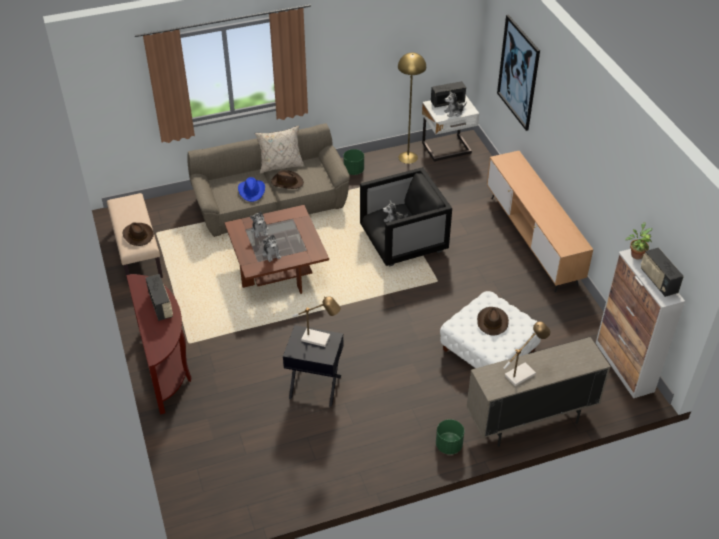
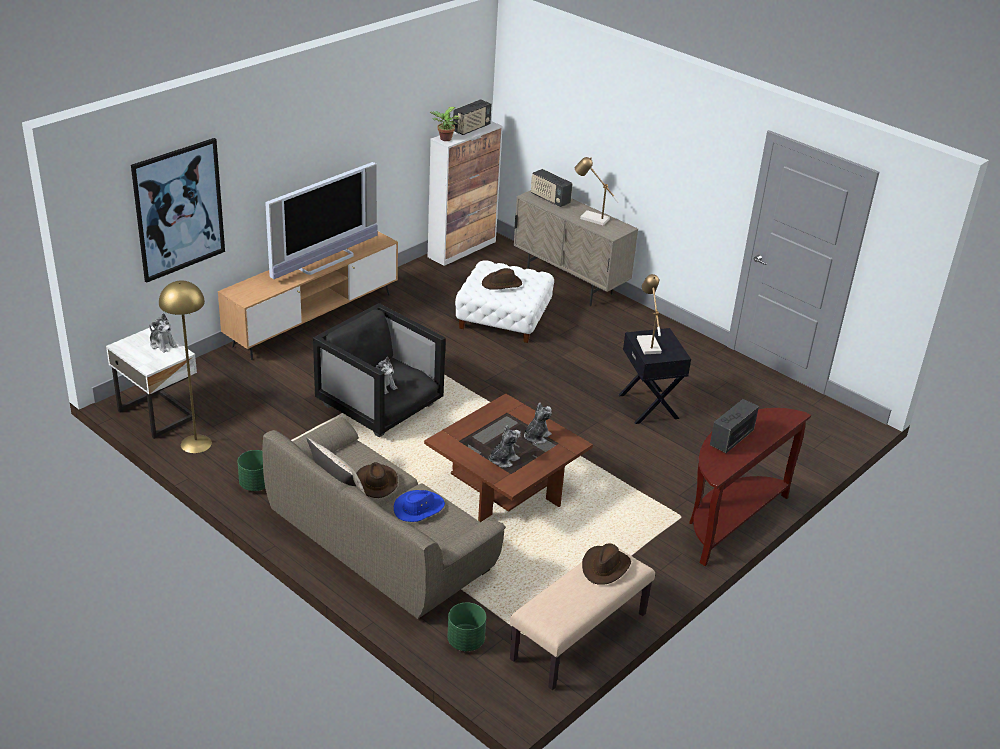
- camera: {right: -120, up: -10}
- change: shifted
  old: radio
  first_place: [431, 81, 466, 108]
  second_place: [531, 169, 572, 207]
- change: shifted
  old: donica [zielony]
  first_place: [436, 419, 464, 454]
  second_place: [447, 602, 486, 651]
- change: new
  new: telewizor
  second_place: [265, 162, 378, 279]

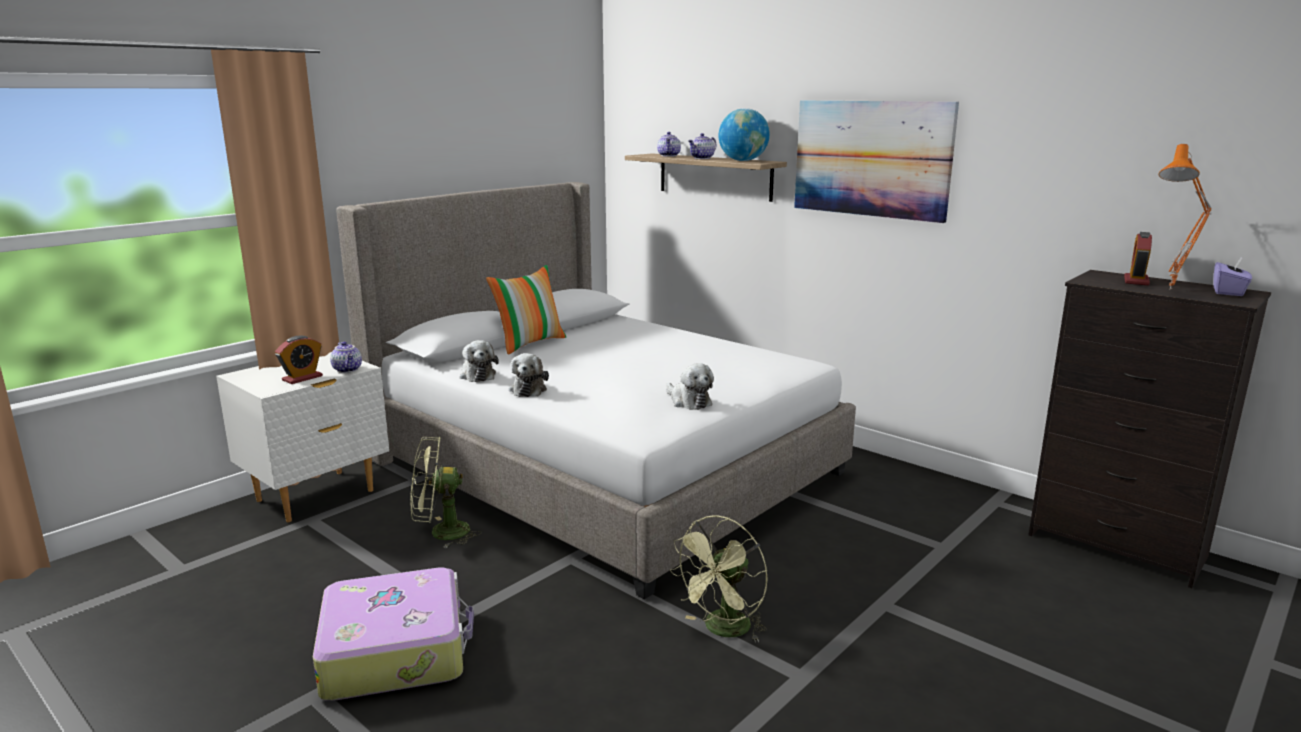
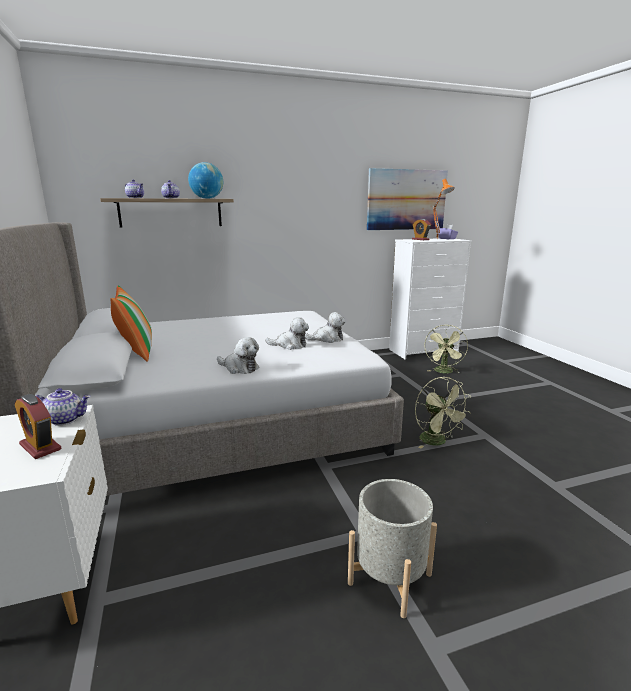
- camera: {right: -60, up: 0}
- change: rotated
  old: budzik
  first_place: [275, 335, 323, 384]
  second_place: [14, 394, 61, 459]
  degrees: 150
- change: swapped
  old: walizka
  new: donica [szary]
  first_place: [313, 567, 474, 701]
  second_place: [348, 479, 437, 618]
- change: shifted
  old: wentylator [zielony]
  first_place: [410, 437, 482, 548]
  second_place: [424, 325, 468, 374]
- change: shifted
  old: pluszak
  first_place: [460, 340, 499, 382]
  second_place: [265, 317, 309, 350]
- change: shifted
  old: obraz
  first_place: [794, 100, 959, 223]
  second_place: [367, 168, 448, 230]
- change: repainted
  old: komoda [czarny]
  new: komoda [biały]
  first_place: [1028, 270, 1271, 588]
  second_place: [389, 238, 472, 360]

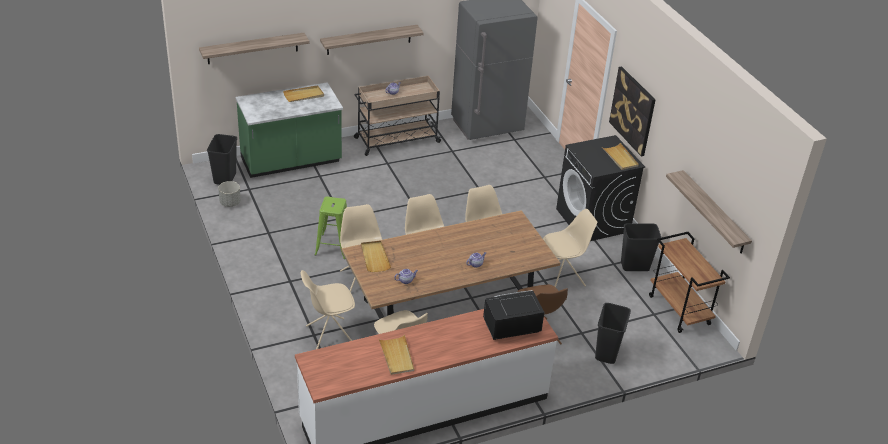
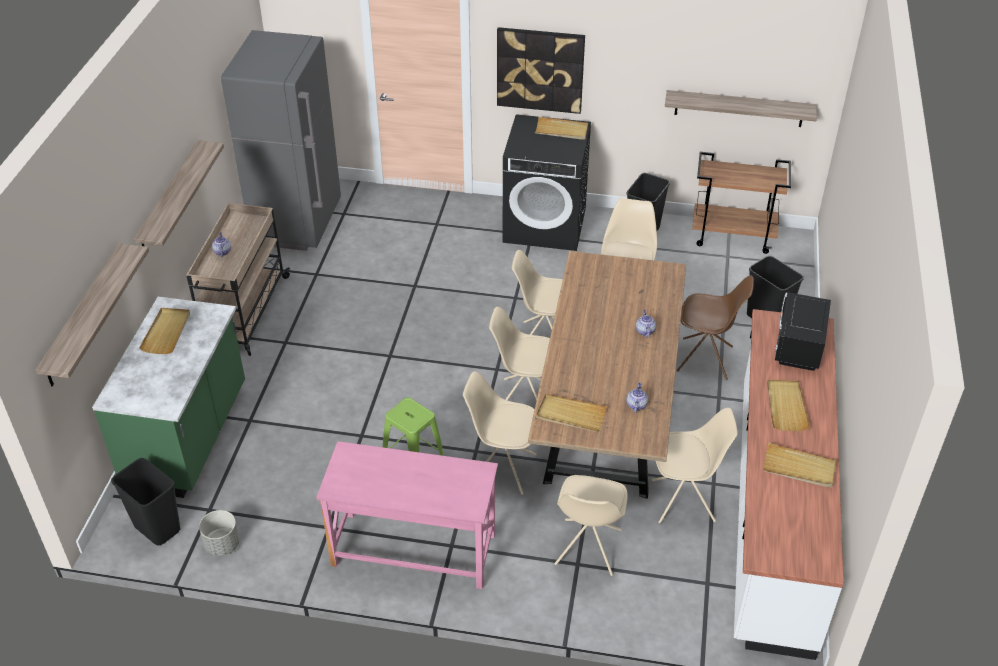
- camera: {right: -55, up: 5}
- change: new
  new: biurko [różowy]
  second_place: [316, 441, 498, 589]
- change: new
  new: taca [beżowy]
  second_place: [767, 380, 810, 431]

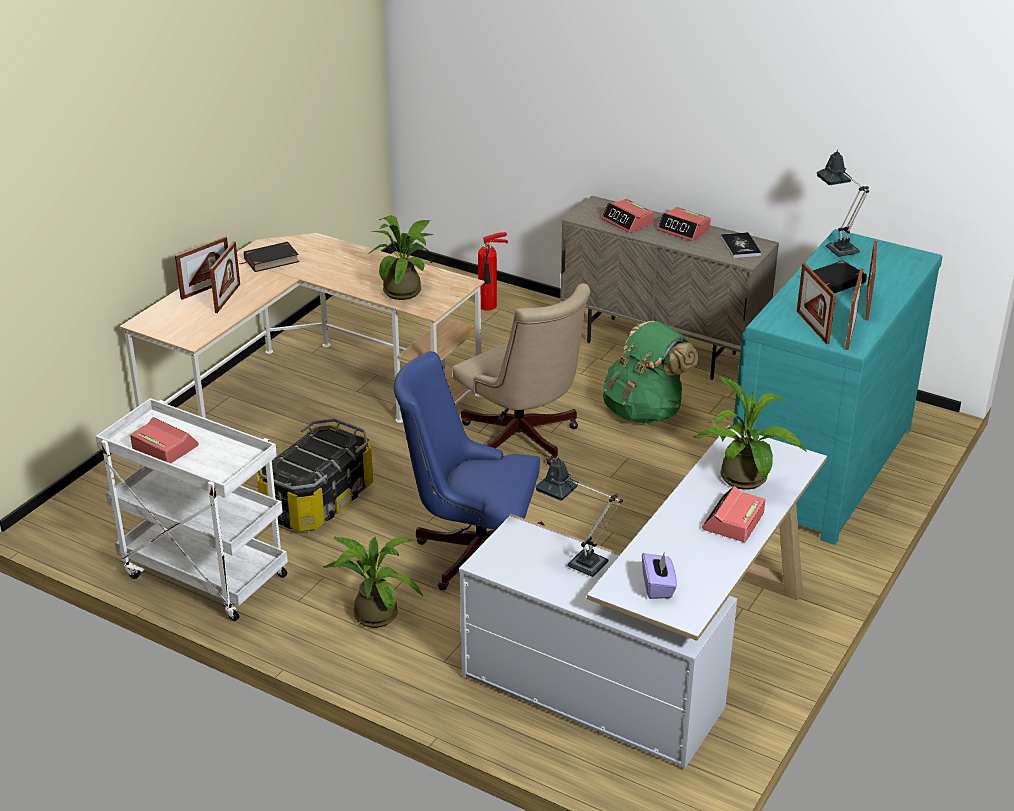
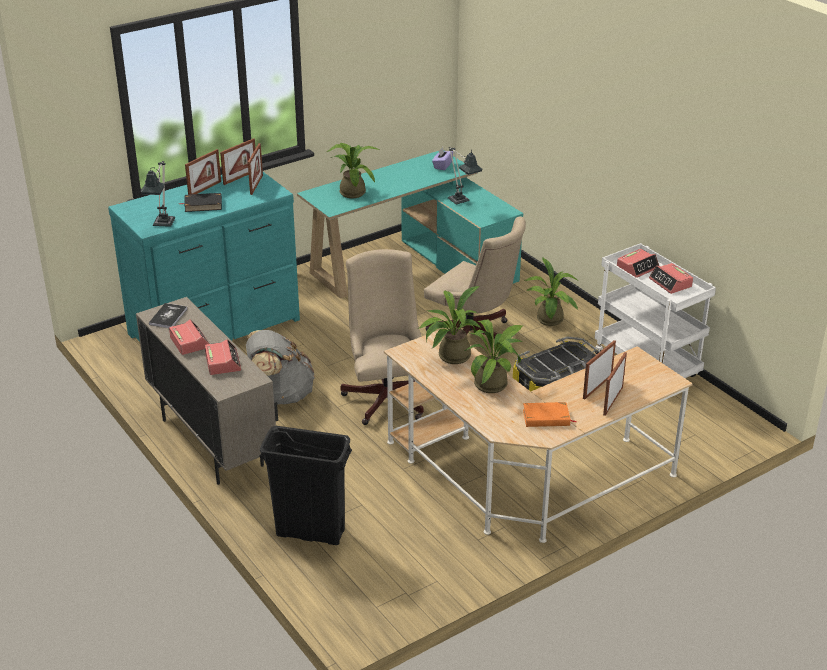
- camera: {right: -155, up: 0}
- change: rotated
  old: ramka na zdjęcie
  first_place: [175, 236, 228, 300]
  second_place: [603, 352, 627, 416]
  degrees: -45
- change: repainted
  old: książka [czarny]
  new: książka [pomarańczowy]
  first_place: [239, 242, 299, 272]
  second_place: [523, 402, 576, 427]
- change: repainted
  old: krzesło biurowe [niebieski]
  new: krzesło biurowe [beżowy]
  first_place: [394, 351, 545, 590]
  second_place: [424, 217, 526, 350]
- change: repainted
  old: biurko [biały]
  new: biurko [turkusowy]
  first_place: [459, 425, 827, 769]
  second_place: [297, 151, 524, 299]
- change: swapped
  old: gaśnica
  new: kosz na śmieci [czarny]
  first_place: [478, 232, 508, 310]
  second_place: [259, 426, 352, 545]
- change: repainted
  old: plecak [zielony]
  new: plecak [szary]
  first_place: [603, 321, 699, 423]
  second_place: [246, 330, 315, 404]
- change: shifted
  old: budzik
  first_place: [702, 486, 765, 542]
  second_place: [617, 249, 659, 278]
- change: new
  new: roślina doniczkowa
  second_place: [464, 320, 523, 393]

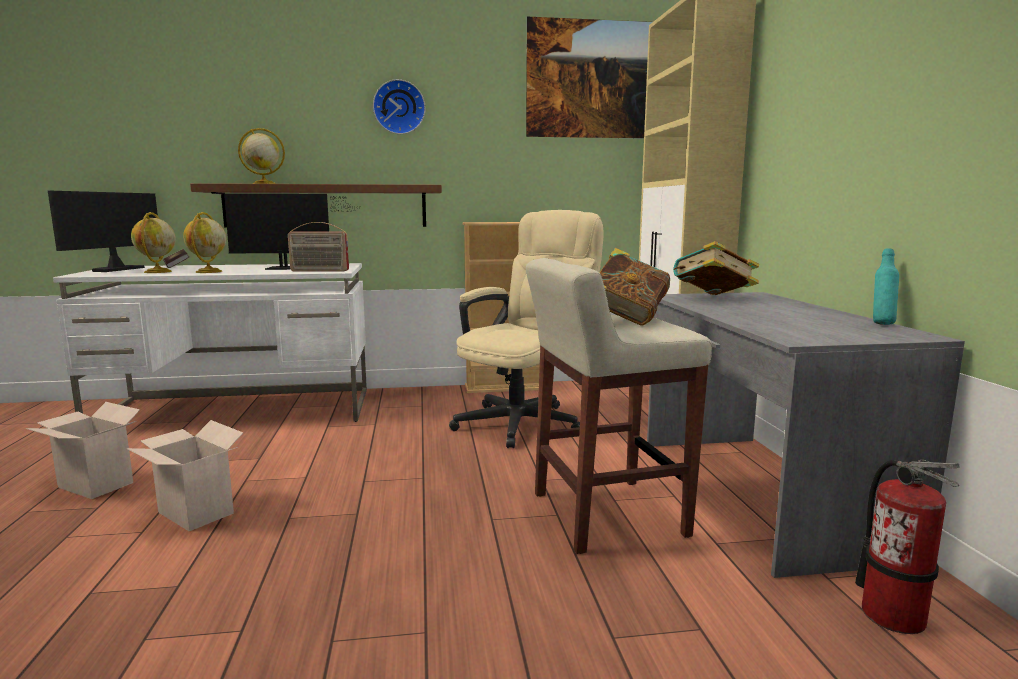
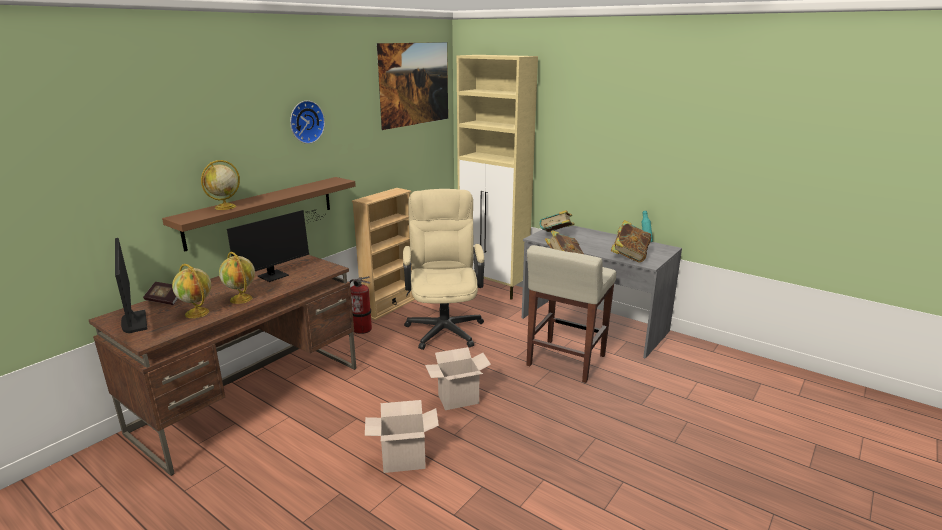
- camera: {right: -45, up: 10}
- change: shifted
  old: karton
  first_place: [26, 402, 140, 499]
  second_place: [425, 347, 491, 410]
- change: repainted
  old: biurko [biały]
  new: biurko [brązowy]
  first_place: [53, 263, 367, 422]
  second_place: [89, 255, 356, 476]
- change: gone
  old: radio
  first_place: [288, 222, 349, 271]
- change: shifted
  old: gaśnica
  first_place: [855, 460, 960, 634]
  second_place: [349, 276, 372, 334]
- change: new
  new: książka
  second_place: [610, 220, 651, 263]

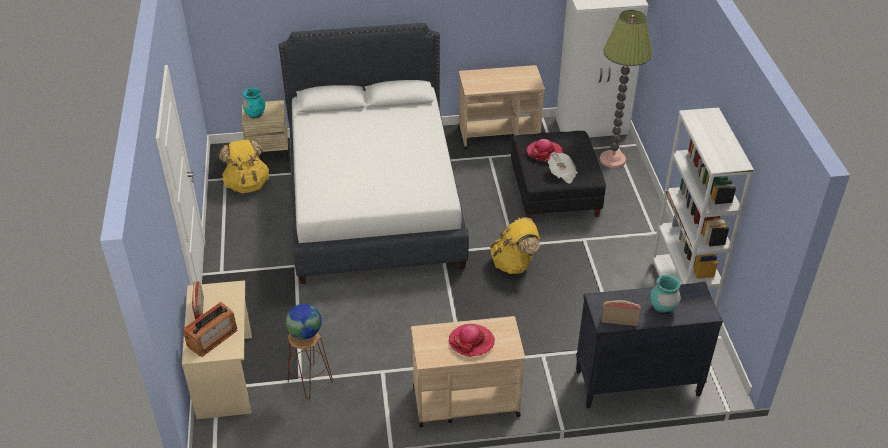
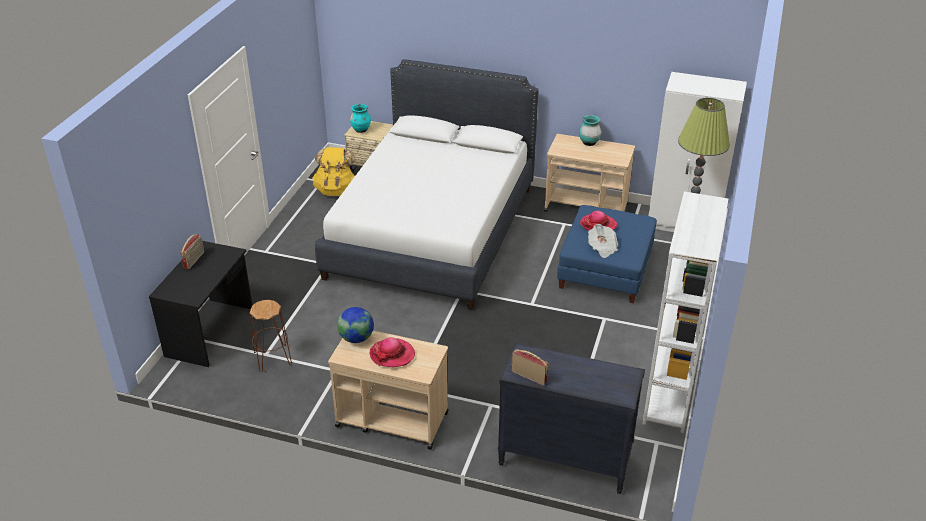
- camera: {right: 25, up: -5}
- change: repainted
  old: biurko [beżowy]
  new: biurko [czarny]
  first_place: [182, 280, 252, 419]
  second_place: [149, 241, 253, 367]
- change: gone
  old: radio
  first_place: [183, 302, 238, 357]
- change: shifted
  old: globus
  first_place: [286, 304, 322, 340]
  second_place: [337, 307, 374, 343]
- change: gone
  old: plecak [żółty]
  first_place: [490, 217, 540, 274]
- change: repainted
  old: pufa [czarny]
  new: pufa [niebieski]
  first_place: [511, 131, 606, 219]
  second_place: [557, 205, 657, 303]
- change: shifted
  old: wazon [turkusowy]
  first_place: [650, 275, 681, 314]
  second_place: [579, 115, 601, 146]

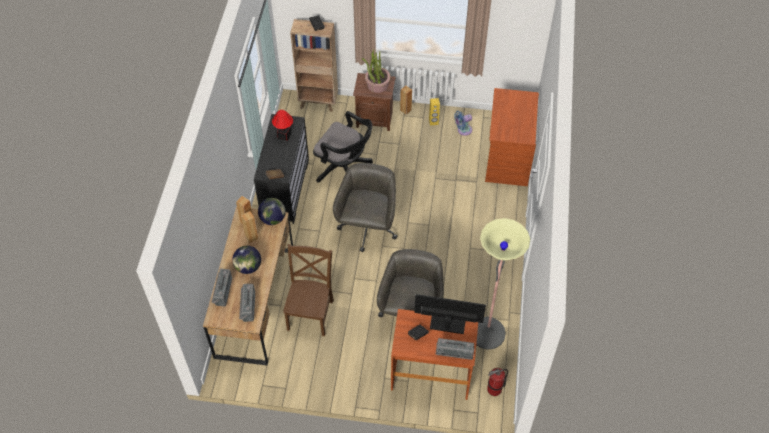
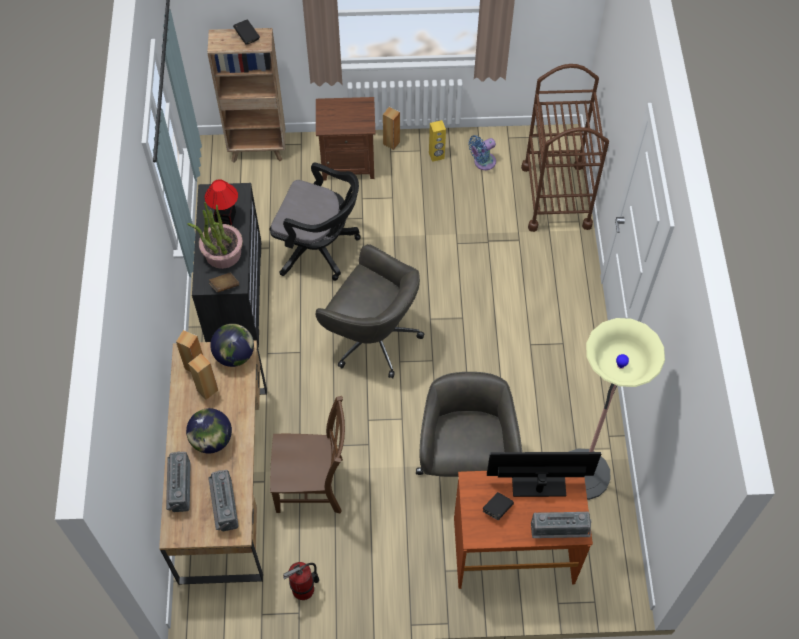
- camera: {right: -10, up: 5}
- change: rotated
  old: krzesło [brązowy]
  first_place: [283, 244, 334, 336]
  second_place: [270, 396, 345, 514]
  degrees: 90
- change: rotated
  old: krzesło biurowe [szary]
  first_place: [333, 163, 397, 252]
  second_place: [315, 244, 424, 378]
  degrees: 120
- change: shifted
  old: roślina doniczkowa
  first_place: [362, 49, 391, 93]
  second_place: [187, 202, 243, 269]
- change: swapped
  old: biurko [brązowy]
  new: wózek [brązowy]
  first_place: [485, 88, 539, 186]
  second_place: [521, 64, 609, 232]
- change: shifted
  old: gaśnica
  first_place: [487, 368, 508, 396]
  second_place: [283, 562, 319, 600]

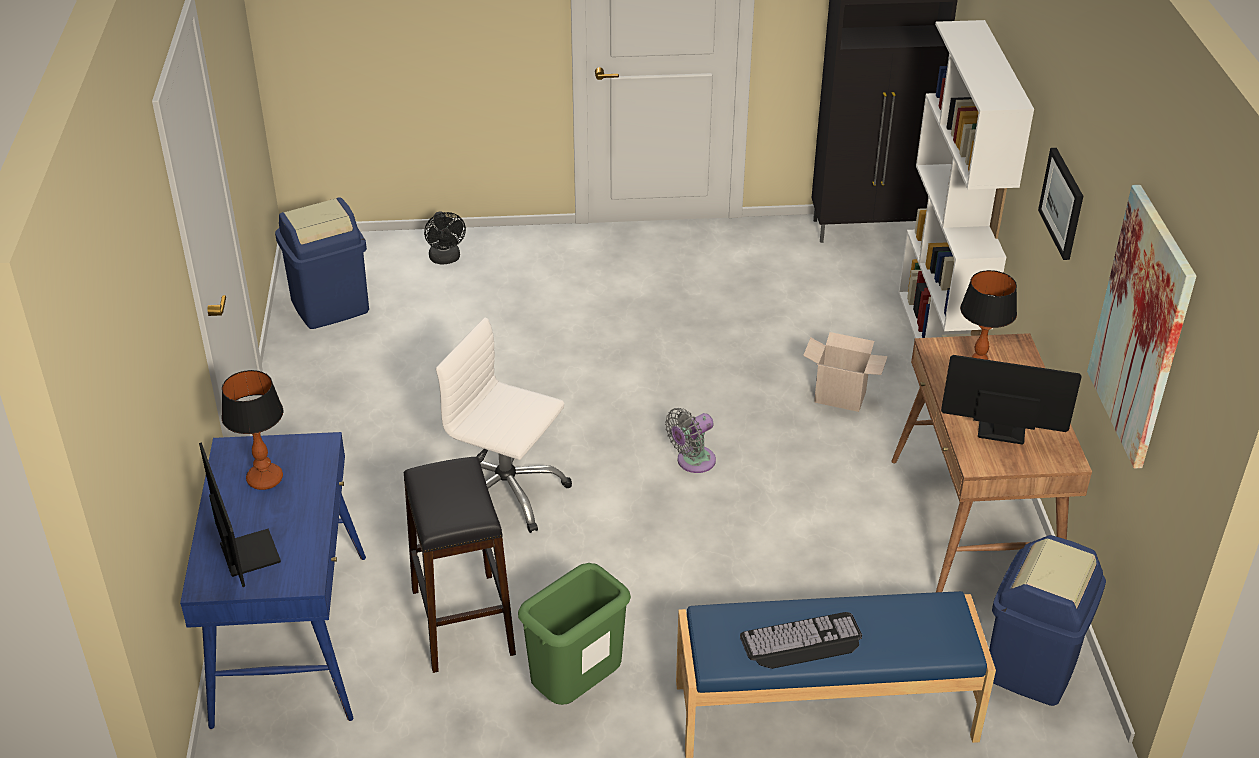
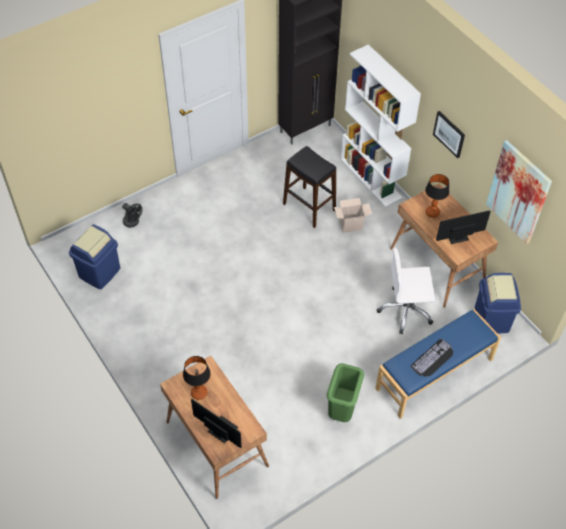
- camera: {right: -30, up: 15}
- change: repainted
  old: biurko [niebieski]
  new: biurko [brązowy]
  first_place: [180, 432, 366, 729]
  second_place: [160, 356, 269, 499]
- change: shifted
  old: stołek [czarny]
  first_place: [404, 457, 516, 673]
  second_place: [283, 146, 336, 228]
- change: shifted
  old: krzesło biurowe [biały]
  first_place: [436, 317, 572, 533]
  second_place: [377, 248, 435, 334]
- change: gone
  old: wentylator [szary]
  first_place: [665, 408, 716, 473]

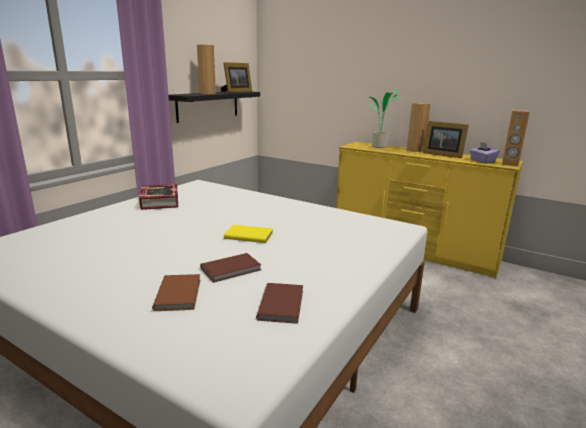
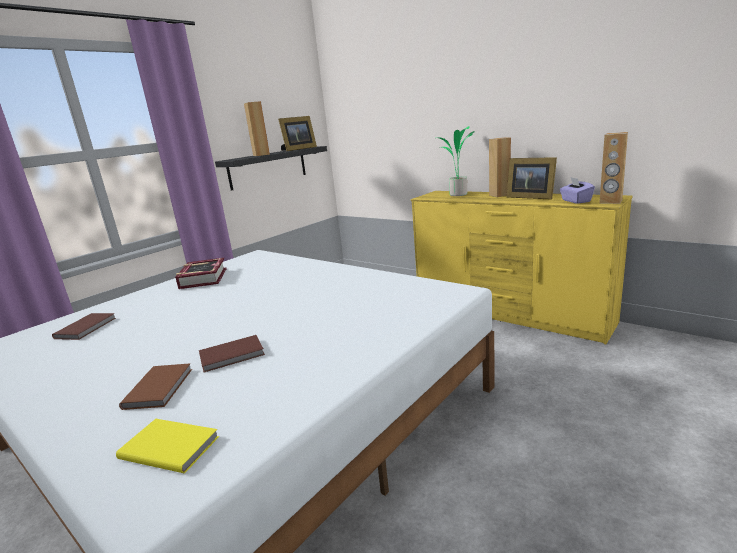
- camera: {right: 10, up: 0}
- change: shifted
  old: książka [żółty]
  first_place: [224, 225, 273, 243]
  second_place: [116, 419, 219, 473]
- change: shifted
  old: książka [brązowy]
  first_place: [256, 283, 303, 324]
  second_place: [52, 313, 116, 340]

